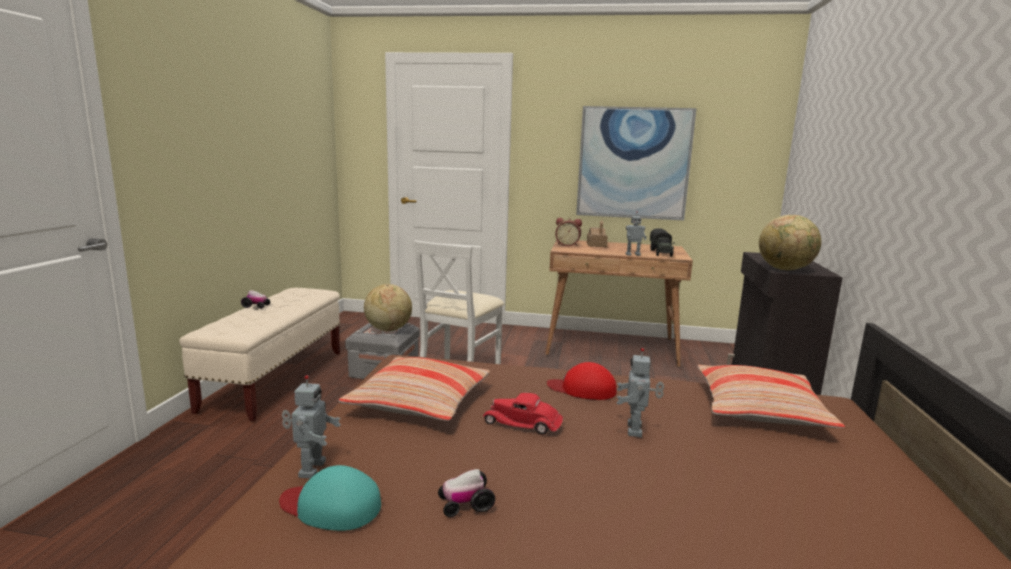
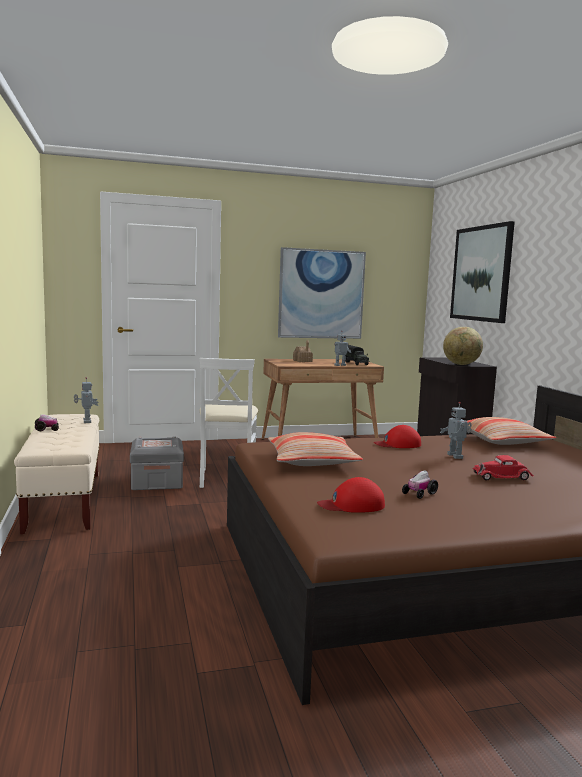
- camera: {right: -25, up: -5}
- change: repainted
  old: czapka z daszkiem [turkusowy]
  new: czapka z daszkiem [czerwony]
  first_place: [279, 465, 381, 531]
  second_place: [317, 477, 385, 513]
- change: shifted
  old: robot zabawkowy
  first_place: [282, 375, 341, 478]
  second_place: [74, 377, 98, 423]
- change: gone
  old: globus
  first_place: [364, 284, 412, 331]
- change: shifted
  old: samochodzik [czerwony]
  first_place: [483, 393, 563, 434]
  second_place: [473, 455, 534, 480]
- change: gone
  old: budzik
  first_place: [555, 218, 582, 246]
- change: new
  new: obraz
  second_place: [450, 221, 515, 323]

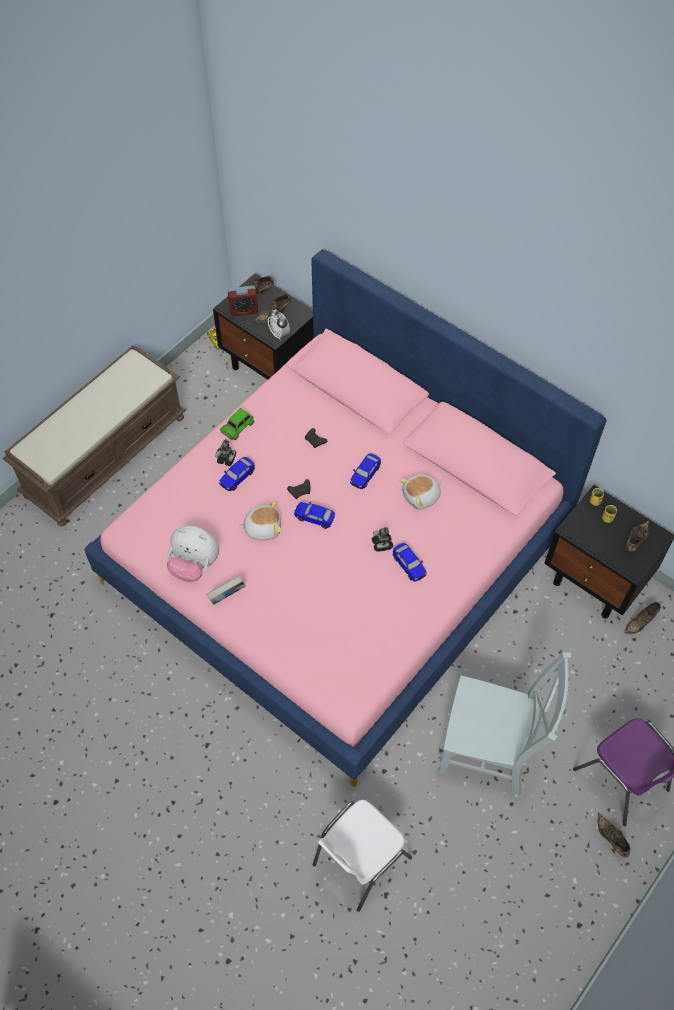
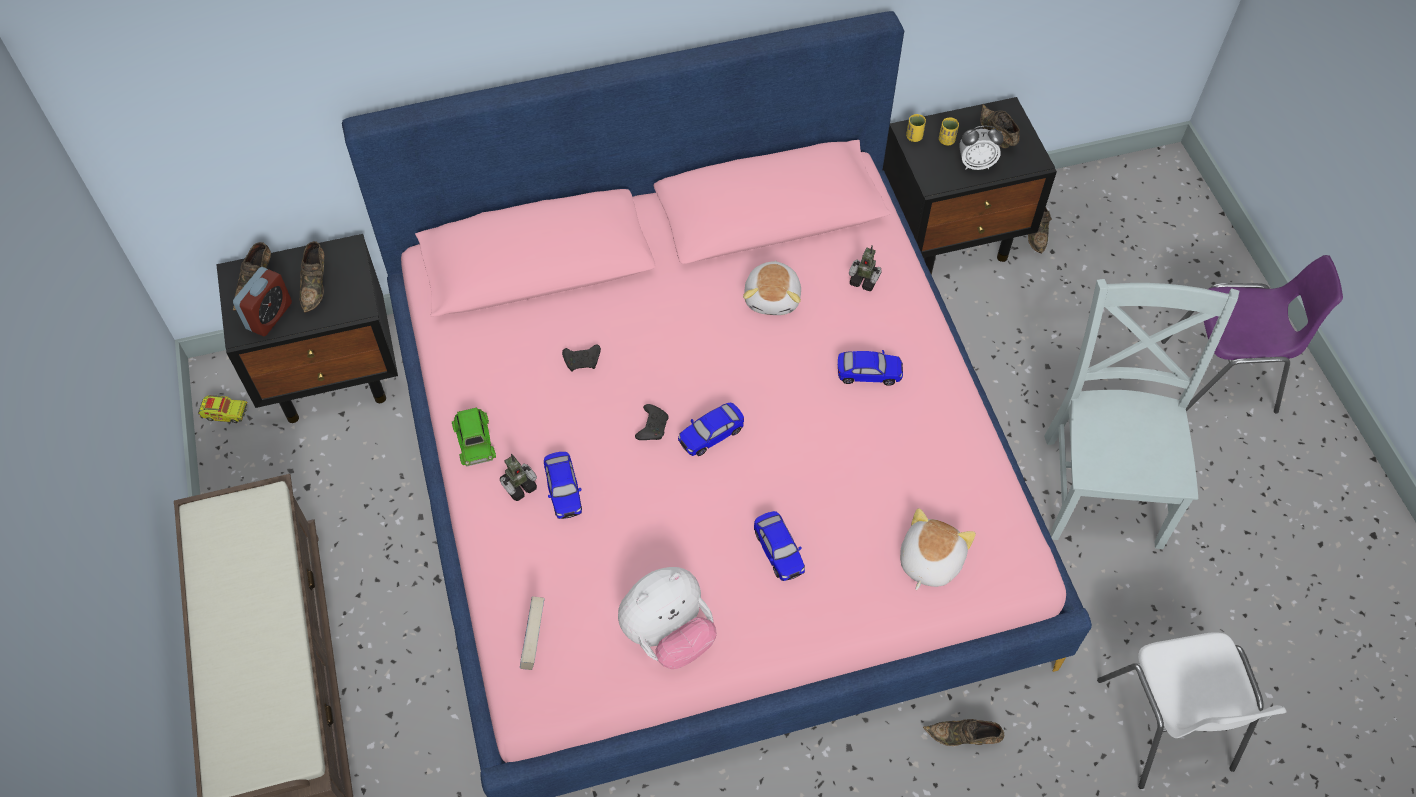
- camera: {right: -55, up: 0}
- change: shifted
  old: książka
  first_place: [206, 576, 246, 605]
  second_place: [520, 597, 545, 670]
- change: shifted
  old: pluszak
  first_place: [239, 501, 282, 541]
  second_place: [900, 508, 976, 590]
- change: shifted
  old: budzik
  first_place: [268, 309, 290, 339]
  second_place: [959, 126, 1004, 170]
- change: shifted
  old: samochodzik
  first_place: [350, 453, 381, 489]
  second_place: [754, 511, 805, 581]
- change: shifted
  old: robot zabawkowy
  first_place: [372, 527, 393, 551]
  second_place: [849, 245, 881, 291]
- change: rotated
  old: krzesło [szary]
  first_place: [438, 652, 571, 796]
  second_place: [1044, 279, 1239, 549]
  degrees: -45
- change: shifted
  old: but [brązowy]
  first_place: [598, 813, 631, 858]
  second_place: [923, 719, 1004, 746]

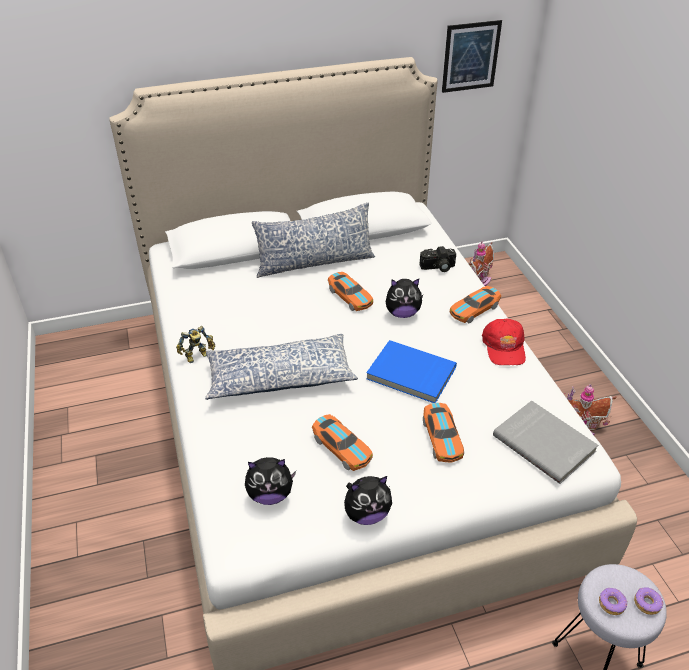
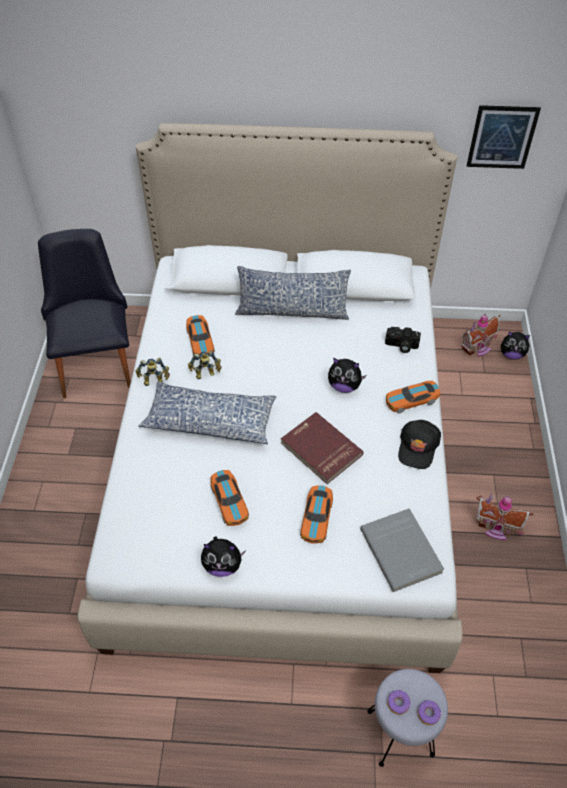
- camera: {right: 20, up: 10}
- change: shifted
  old: pluszak
  first_place: [245, 457, 296, 505]
  second_place: [501, 331, 530, 360]
- change: shifted
  old: samochodzik
  first_place: [328, 272, 373, 311]
  second_place: [186, 315, 215, 356]
- change: repainted
  old: książka [niebieski]
  new: książka [czerwony]
  first_place: [366, 340, 457, 403]
  second_place: [281, 412, 364, 484]
- change: repainted
  old: czapka z daszkiem [czerwony]
  new: czapka z daszkiem [czarny]
  first_place: [482, 319, 526, 365]
  second_place: [398, 420, 441, 469]
- change: new
  new: krzesło [czarny]
  second_place: [38, 229, 131, 398]
- change: new
  new: robot zabawkowy
  second_place: [188, 350, 222, 379]

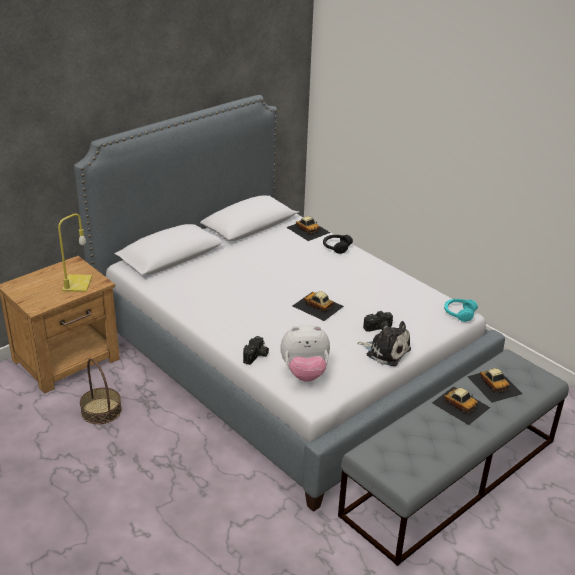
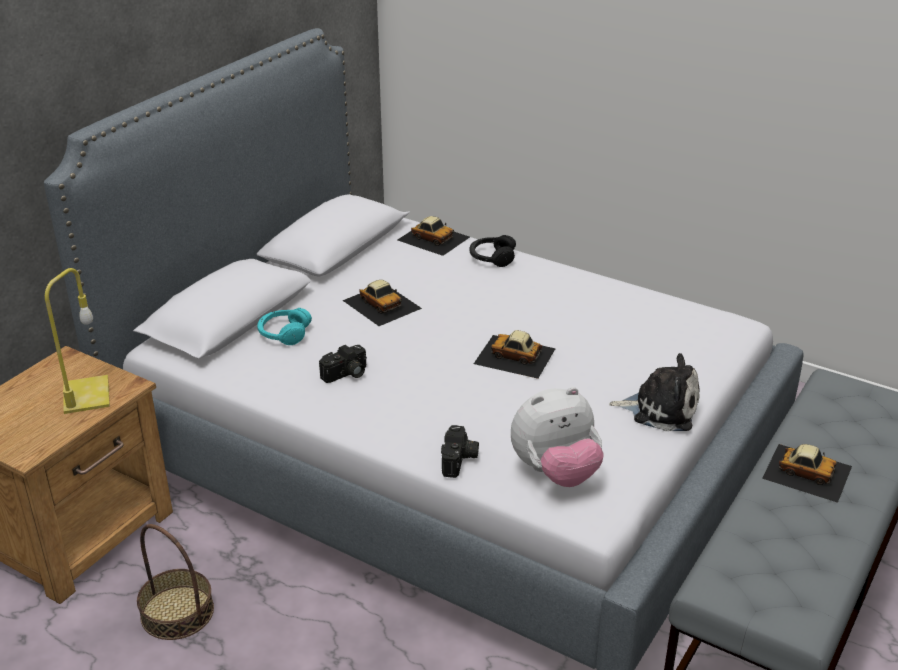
- camera: {right: -15, up: 0}
- change: shifted
  old: aparat fotograficzny
  first_place: [363, 311, 393, 332]
  second_place: [319, 345, 367, 383]
- change: shifted
  old: słuchawki [turkusowy]
  first_place: [444, 299, 478, 322]
  second_place: [257, 308, 312, 345]
- change: shifted
  old: samochodzik
  first_place: [467, 368, 522, 403]
  second_place: [342, 280, 422, 326]

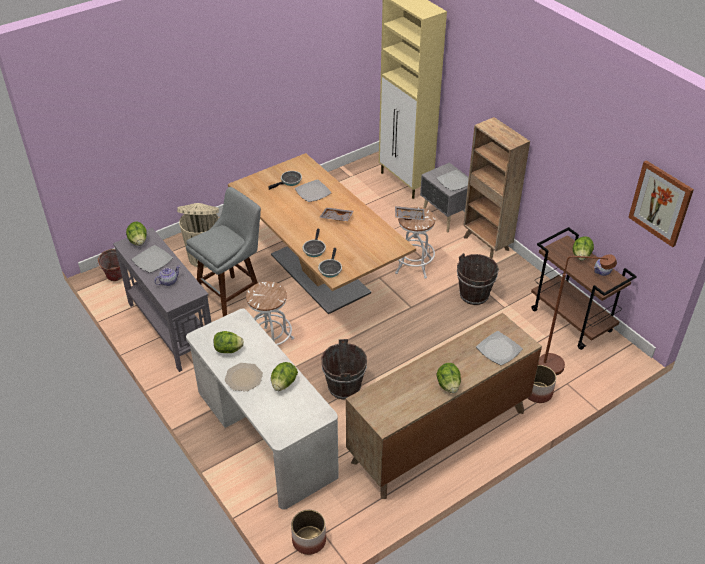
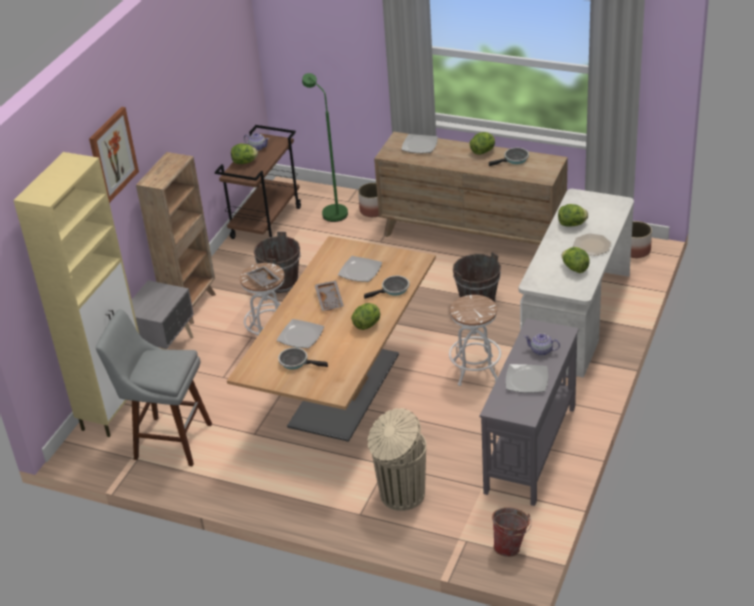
- camera: {right: -120, up: -5}
- change: shifted
  old: sałata
  first_place: [126, 222, 147, 246]
  second_place: [351, 303, 380, 330]
- change: shifted
  old: stołek [szary]
  first_place: [186, 187, 261, 317]
  second_place: [96, 309, 212, 466]
- change: shifted
  old: patelnia
  first_place: [318, 248, 342, 277]
  second_place: [489, 148, 529, 166]
- change: shifted
  old: talerz
  first_place: [437, 170, 468, 191]
  second_place: [338, 256, 382, 282]
- change: repainted
  old: lampa stojąca [brązowy]
  new: lampa stojąca [zielony]
  first_place: [538, 254, 617, 375]
  second_place: [302, 73, 348, 222]
- change: shifted
  old: obraz
  first_place: [628, 160, 694, 247]
  second_place: [89, 107, 139, 203]

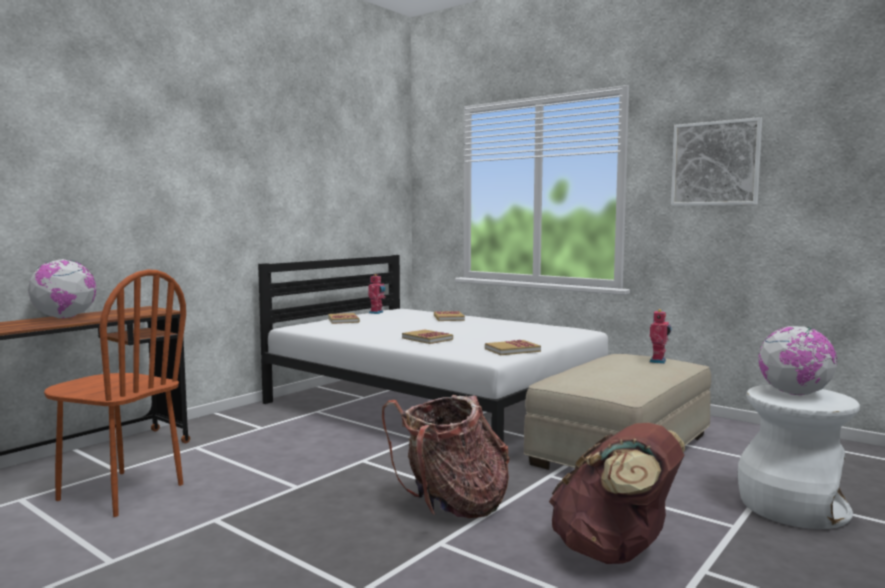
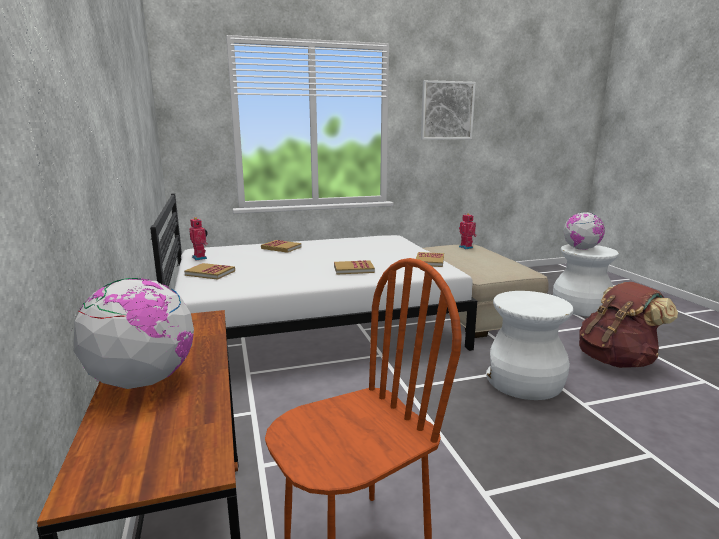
- camera: {right: -55, up: 10}
- change: swapped
  old: plecak
  new: stołek [biały]
  first_place: [382, 395, 510, 518]
  second_place: [486, 291, 574, 400]

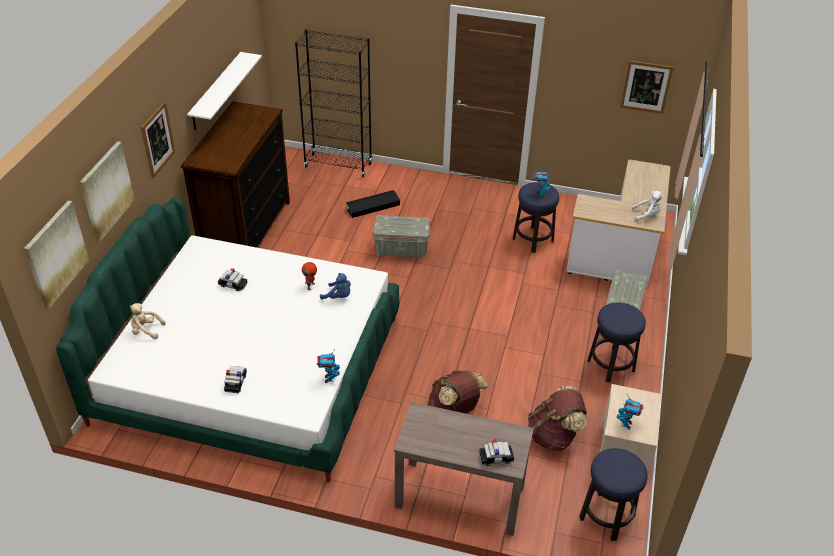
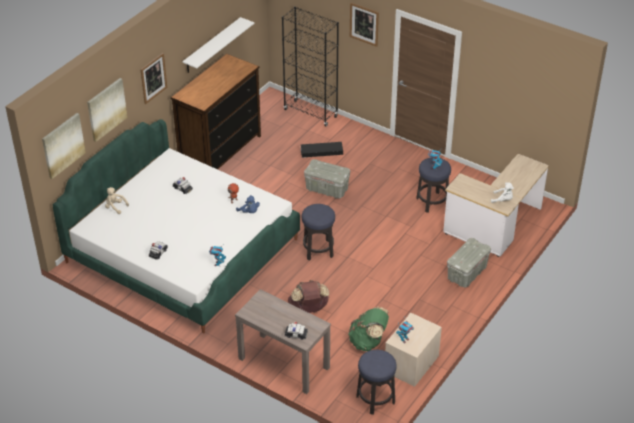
- camera: {right: 20, up: 0}
- change: repainted
  old: plecak [brązowy]
  new: plecak [zielony]
  first_place: [528, 386, 587, 451]
  second_place: [348, 307, 389, 351]
- change: shifted
  old: stołek
  first_place: [587, 302, 646, 383]
  second_place: [302, 204, 335, 260]
- change: shifted
  old: obraz
  first_place: [620, 60, 673, 114]
  second_place: [350, 3, 379, 47]

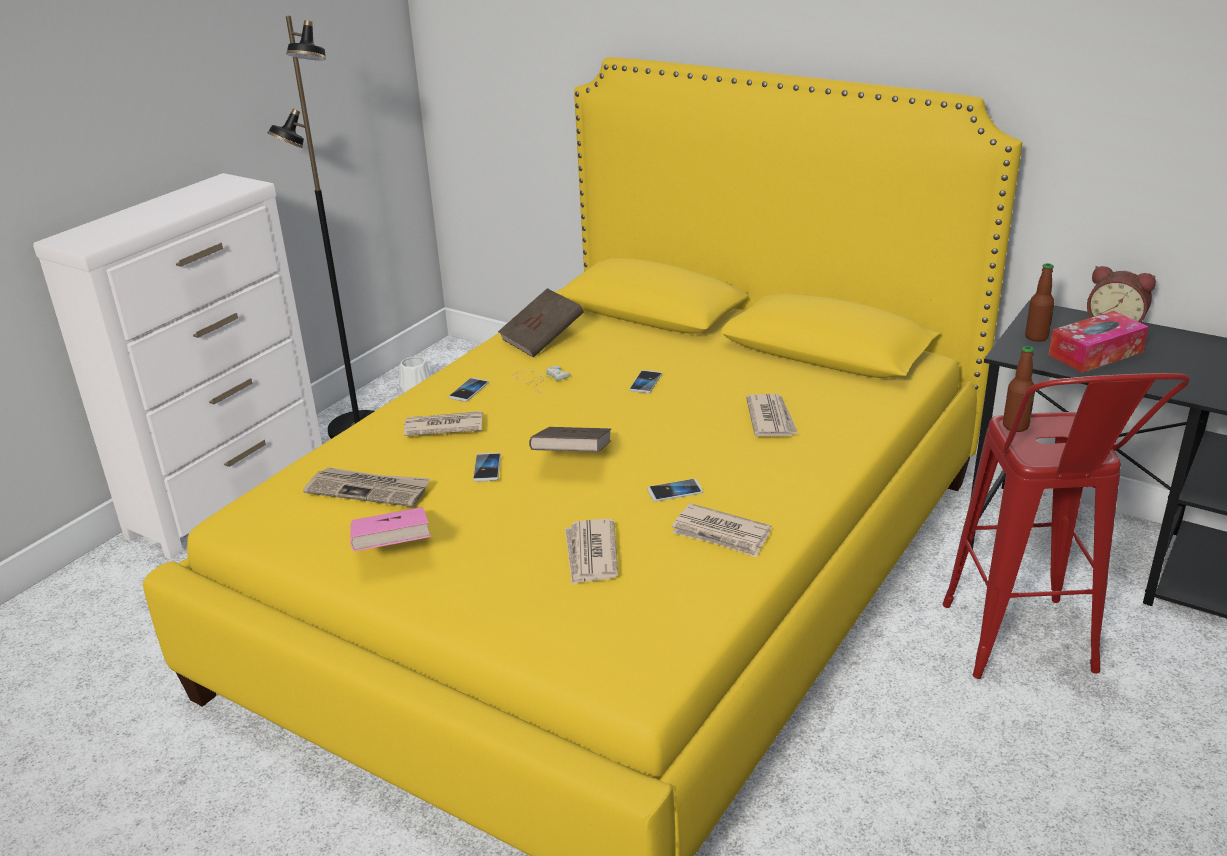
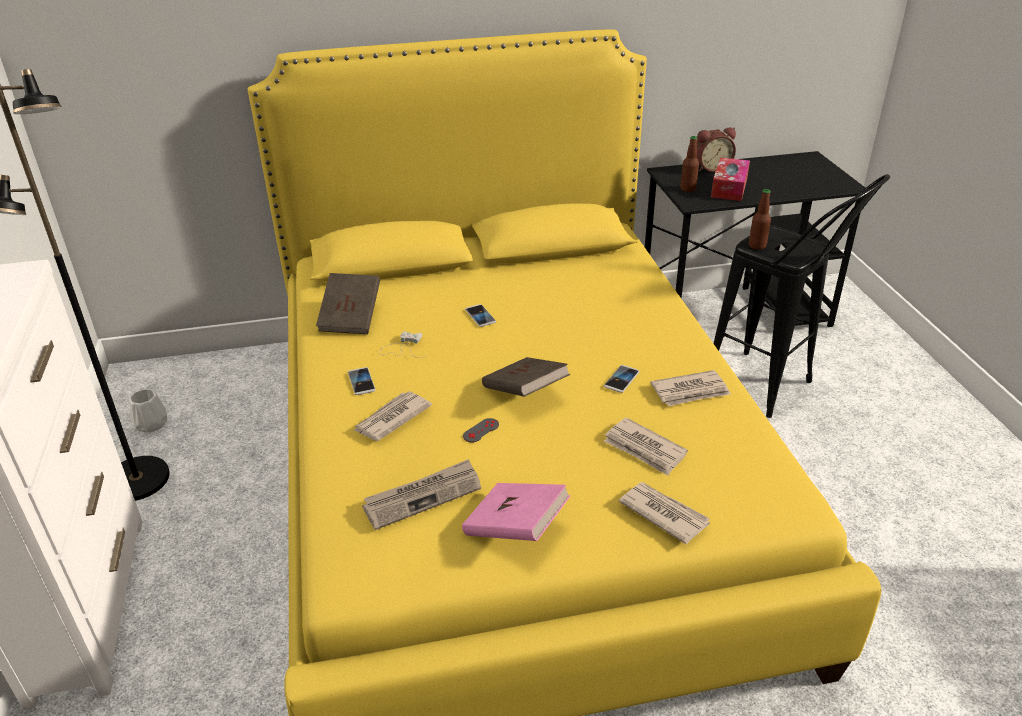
- camera: {right: -45, up: 5}
- change: swapped
  old: telefon
  new: pad do gier [szary]
  first_place: [473, 453, 501, 482]
  second_place: [463, 418, 499, 443]
- change: shifted
  old: gazeta
  first_place: [746, 394, 798, 436]
  second_place: [619, 482, 710, 544]
- change: repainted
  old: stołek [czerwony]
  new: stołek [czarny]
  first_place: [943, 373, 1190, 679]
  second_place: [714, 174, 890, 418]

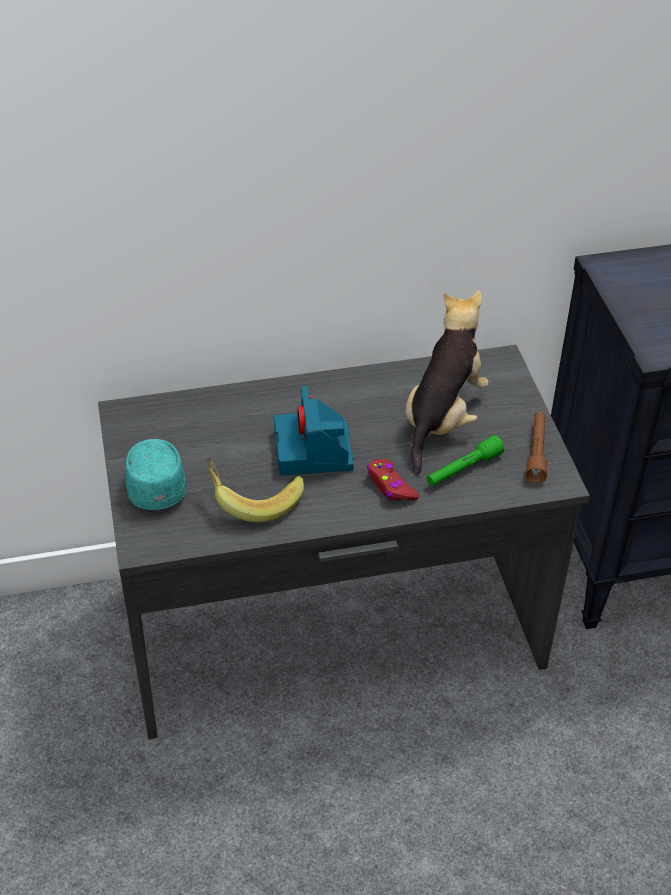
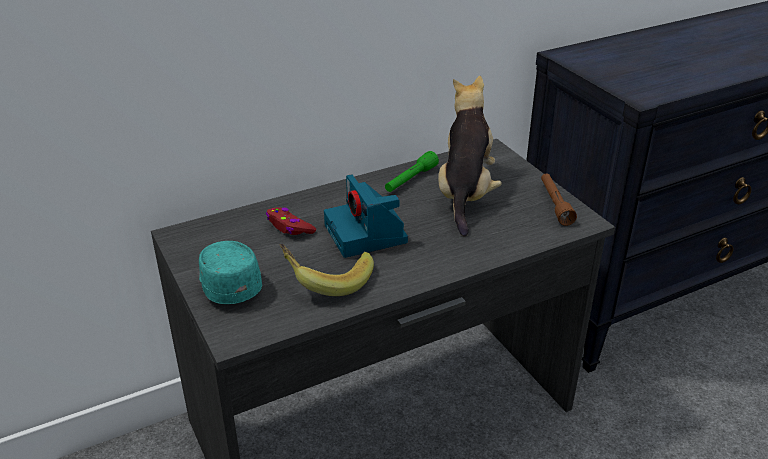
- camera: {right: -15, up: -10}
- change: shifted
  old: pad do gier [czerwony]
  first_place: [367, 459, 419, 501]
  second_place: [266, 207, 316, 235]
- change: shifted
  old: latarka [zielony]
  first_place: [427, 435, 504, 486]
  second_place: [385, 151, 439, 192]

